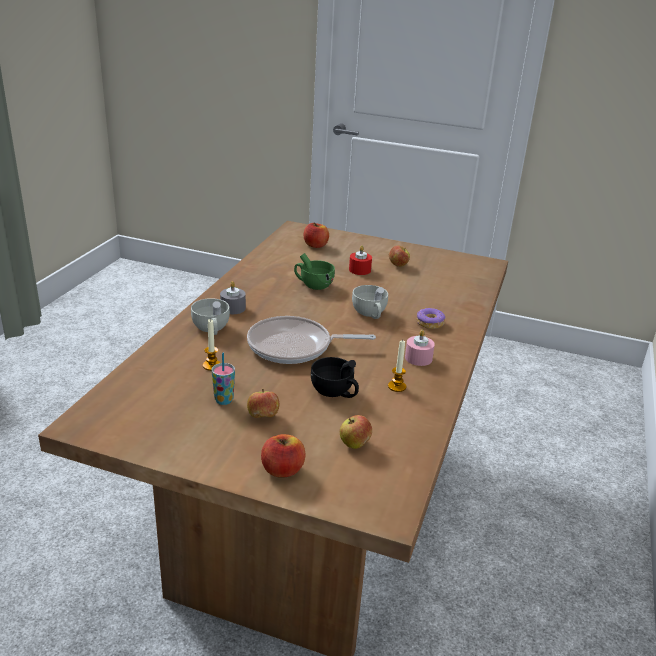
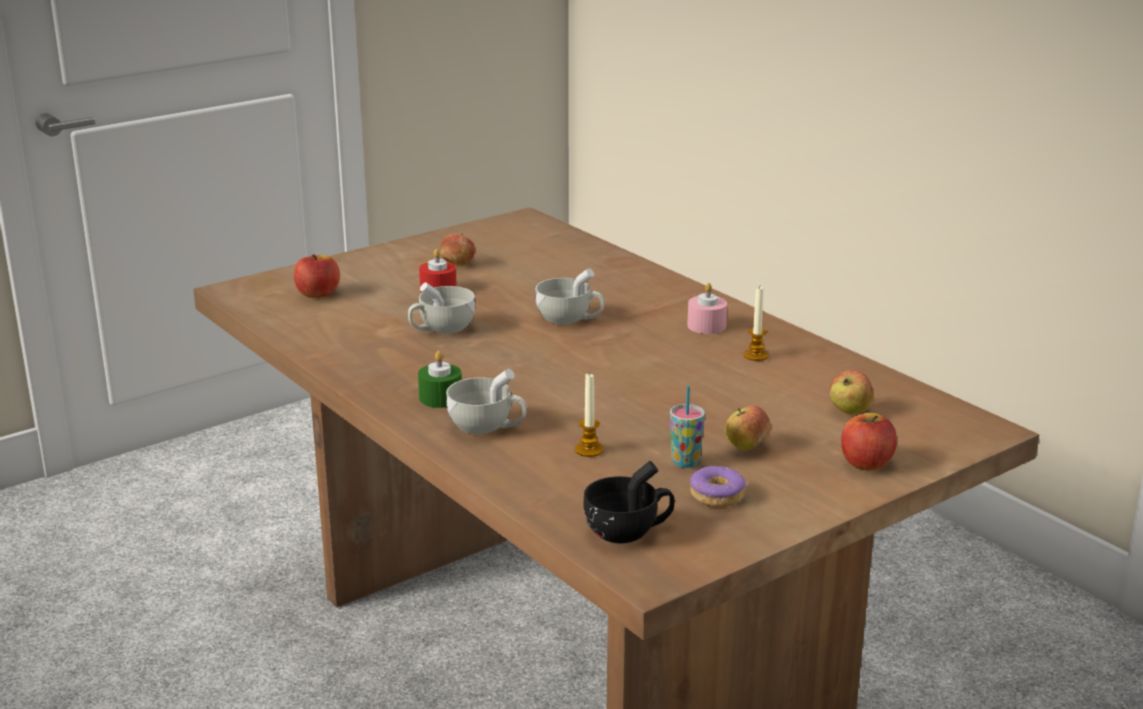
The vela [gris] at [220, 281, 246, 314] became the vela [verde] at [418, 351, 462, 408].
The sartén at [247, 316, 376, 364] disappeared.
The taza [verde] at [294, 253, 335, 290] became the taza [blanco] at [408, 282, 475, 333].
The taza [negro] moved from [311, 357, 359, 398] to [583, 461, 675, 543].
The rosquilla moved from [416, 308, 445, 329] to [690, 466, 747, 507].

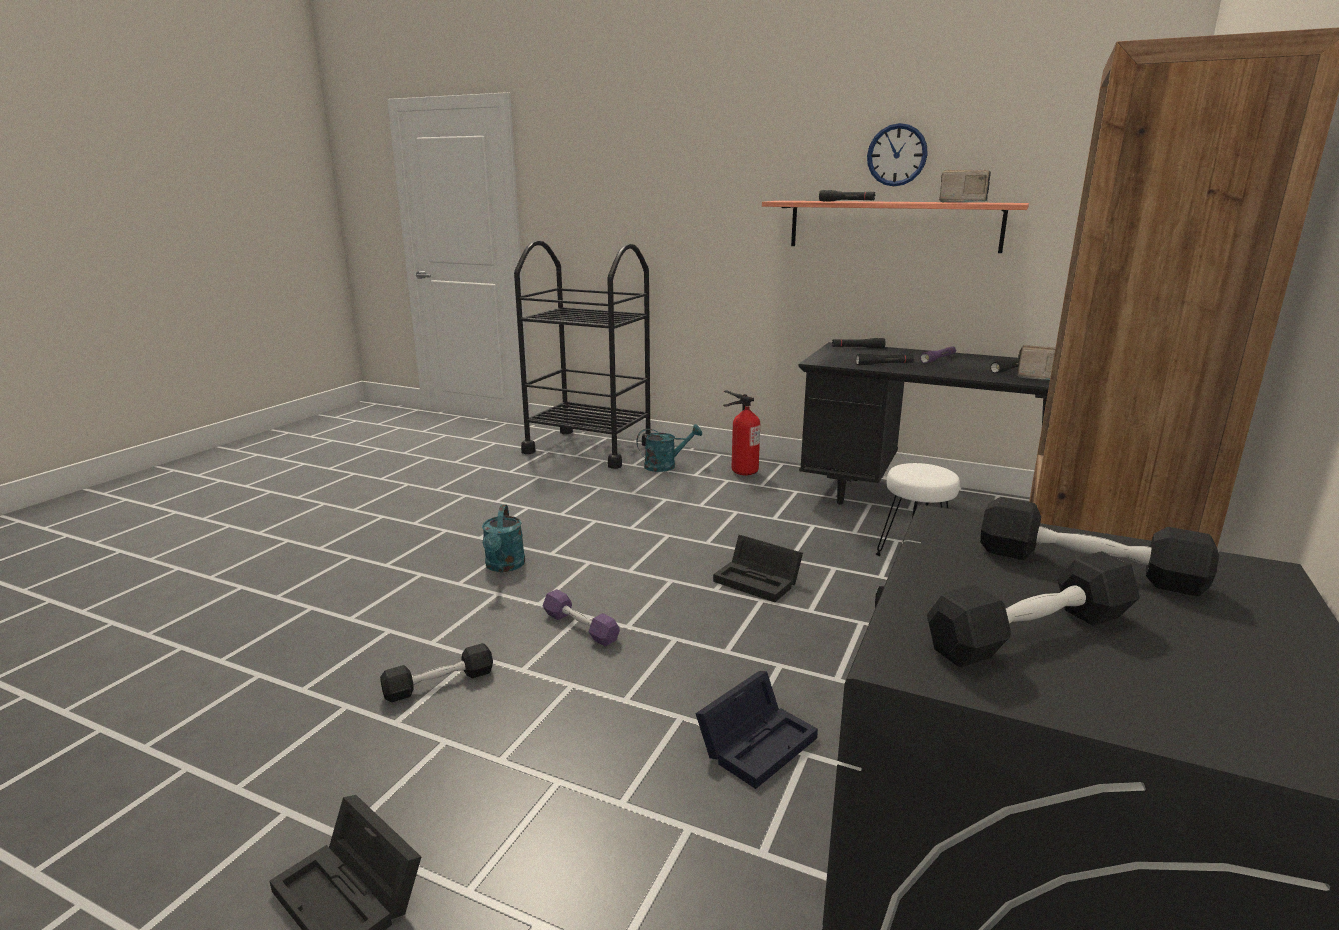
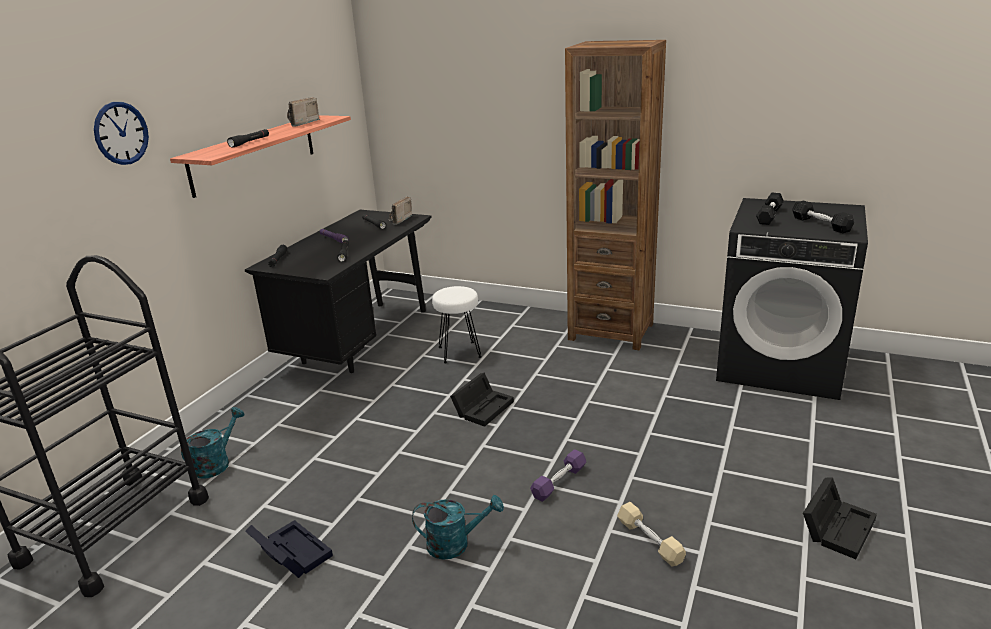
The mancuerna [negro] at [380, 643, 493, 702] became the mancuerna [beis] at [617, 502, 686, 566].
The regadera [turquesa] at [636, 424, 702, 472] turned 45 degrees clockwise.
The caja de almacenaje [negro] moved from [695, 671, 818, 789] to [245, 520, 333, 578].
The extintor at [723, 390, 760, 475] disappeared.
The reloj de pared moved from [867, 123, 928, 186] to [94, 102, 149, 165].

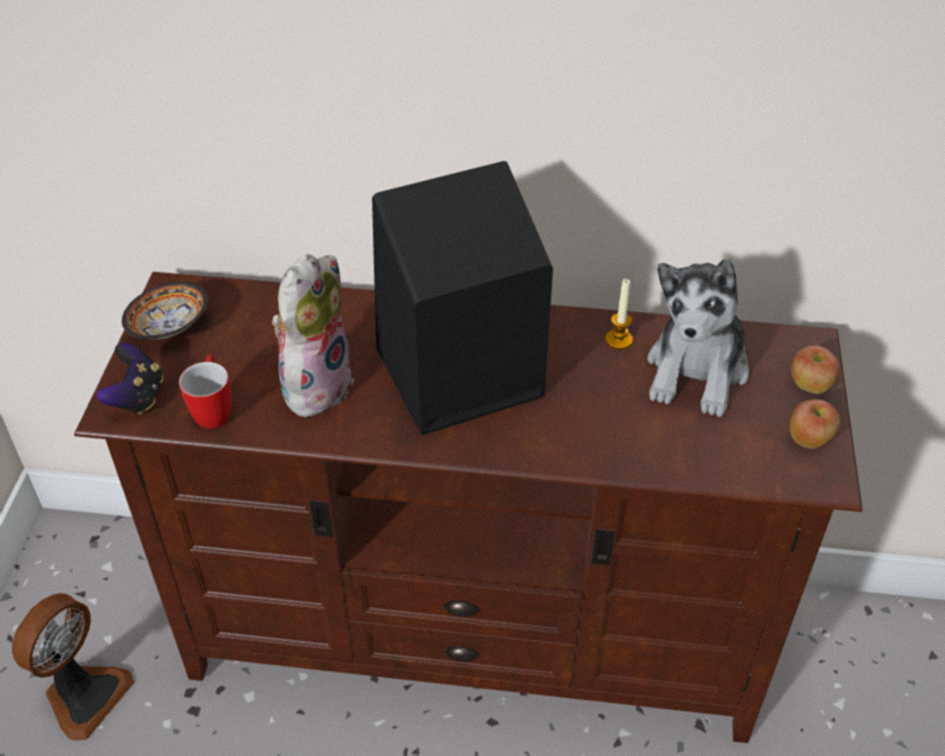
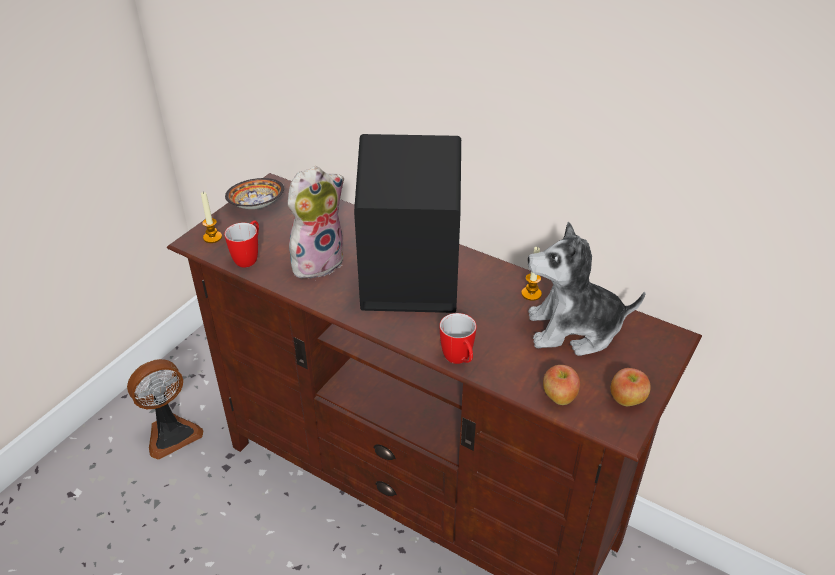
The mando de consola at [97, 343, 163, 415] was replaced by the vela at [201, 192, 222, 243].
The peluche at [647, 259, 749, 417] turned 45 degrees clockwise.
The manzana moved from [791, 346, 839, 394] to [543, 365, 580, 405].
The taza grande at [440, 313, 476, 364] appeared.

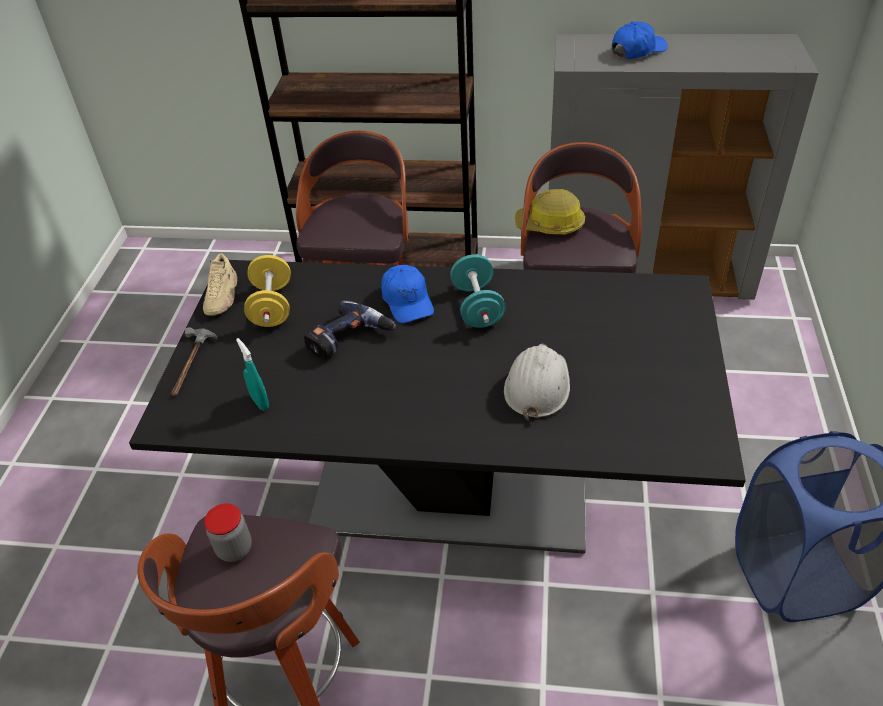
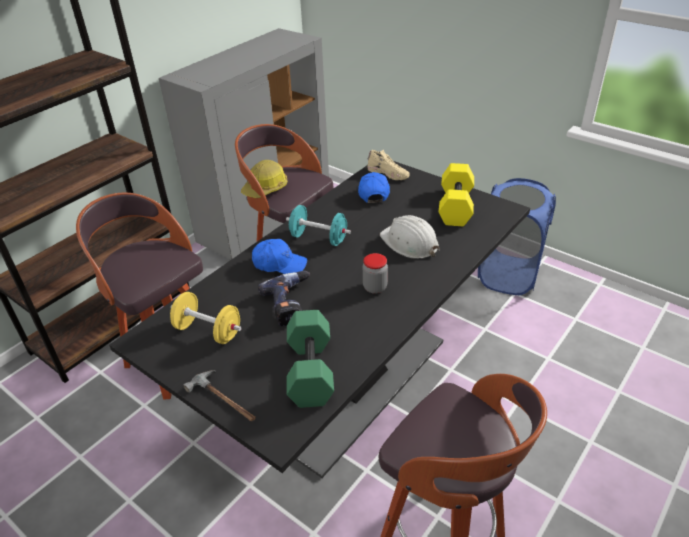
The zapato [beis] moved from [203, 253, 237, 316] to [367, 150, 410, 180].
The tarro moved from [204, 503, 252, 562] to [363, 253, 388, 294].
The pulverizador [turquesa] at [236, 338, 269, 410] was replaced by the mancuerna [verde] at [287, 310, 334, 408].
The gorra [azul] moved from [612, 21, 668, 59] to [358, 172, 390, 203].
The mancuerna [amarillo] at [438, 163, 474, 226] appeared.

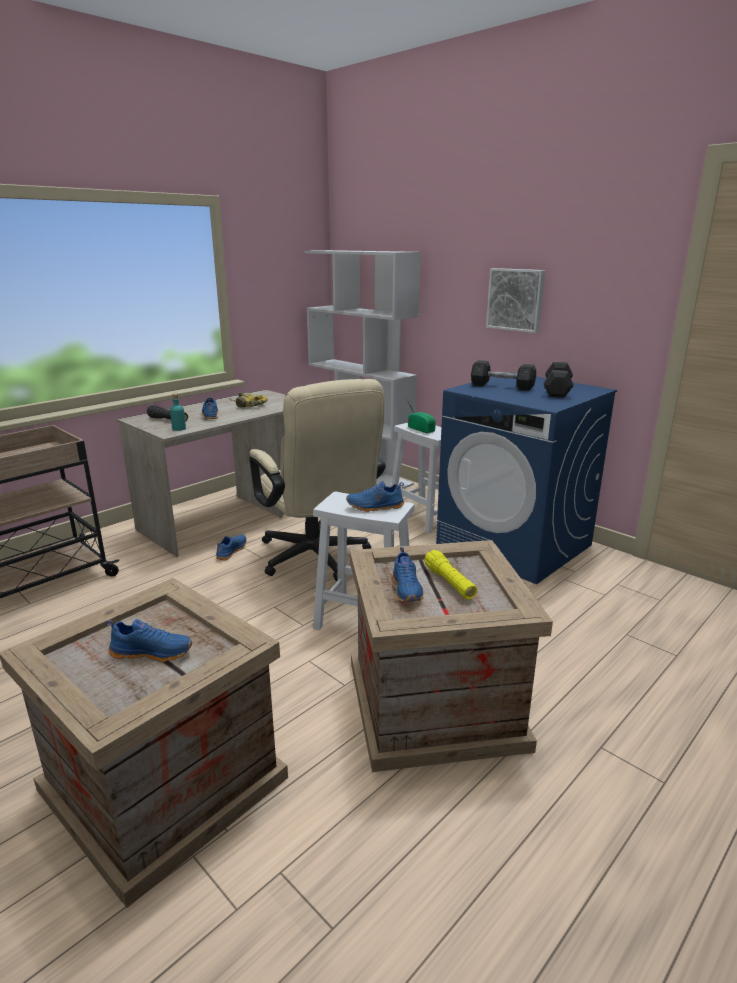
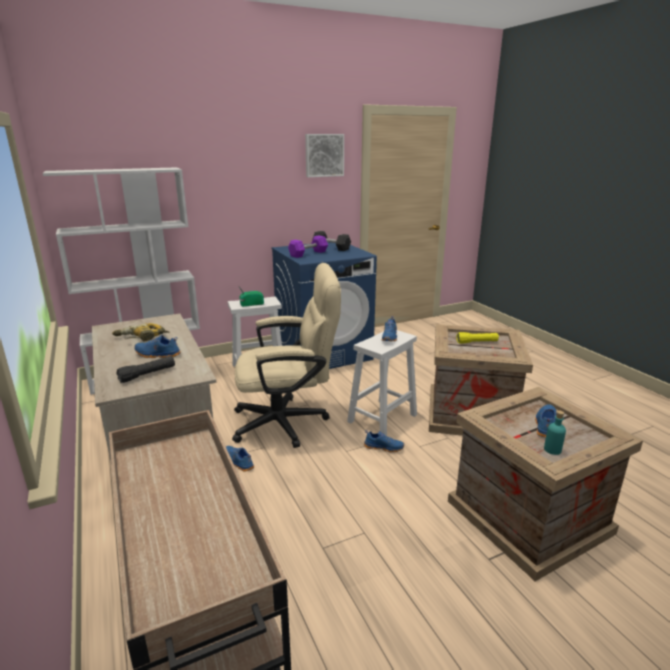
The botella [turquesa] moved from [170, 393, 186, 431] to [544, 410, 566, 455].
The zapato [azul] moved from [392, 547, 424, 602] to [364, 430, 404, 453].
The mancuerna [gris] at [471, 360, 536, 391] became the mancuerna [morado] at [288, 235, 328, 258].
The cuadro moved from [486, 268, 545, 333] to [305, 134, 344, 177].

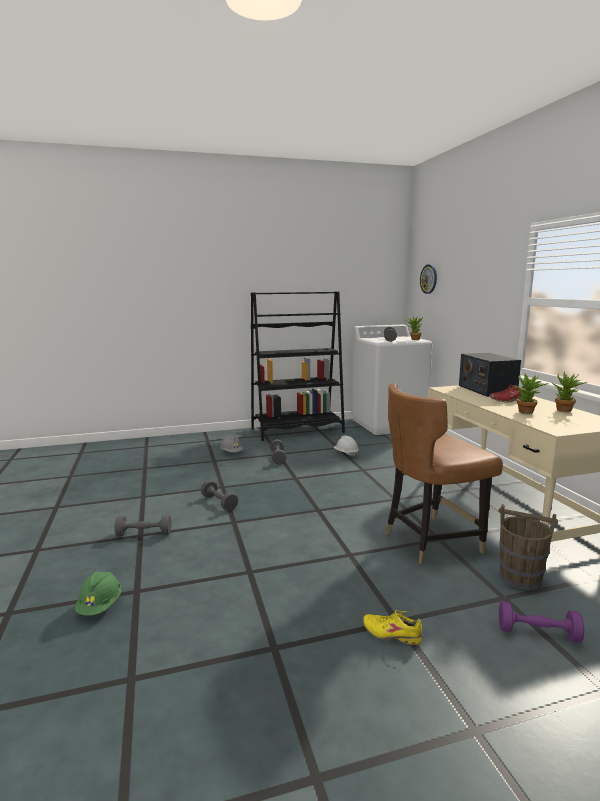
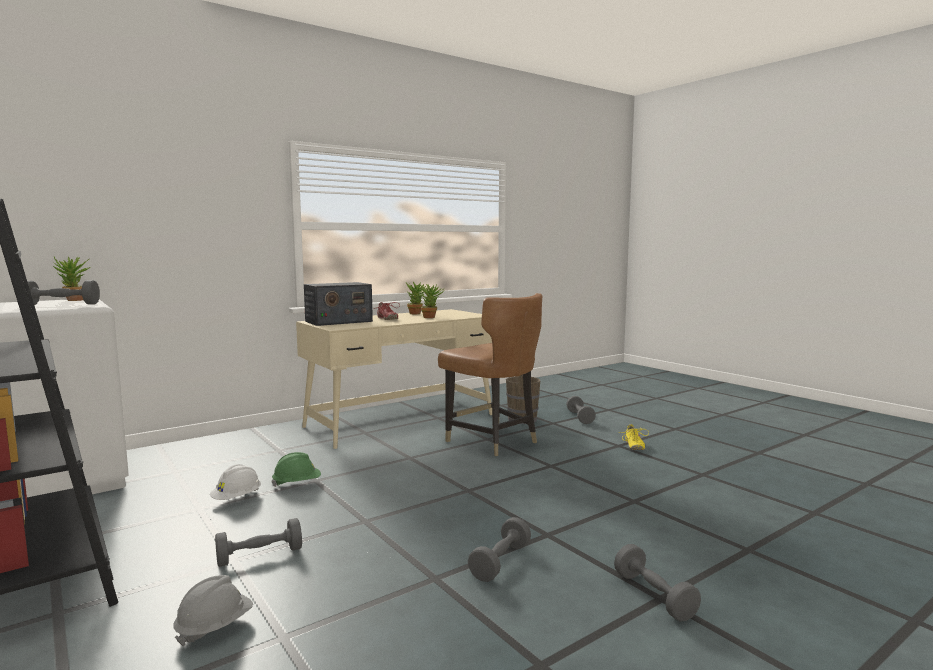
The casco [verde] moved from [75, 572, 122, 616] to [272, 452, 321, 487].
The reloj de pared at [420, 264, 437, 294] disappeared.
The mancuerna [morado] at [499, 601, 584, 643] became the mancuerna [gris] at [566, 396, 596, 424].

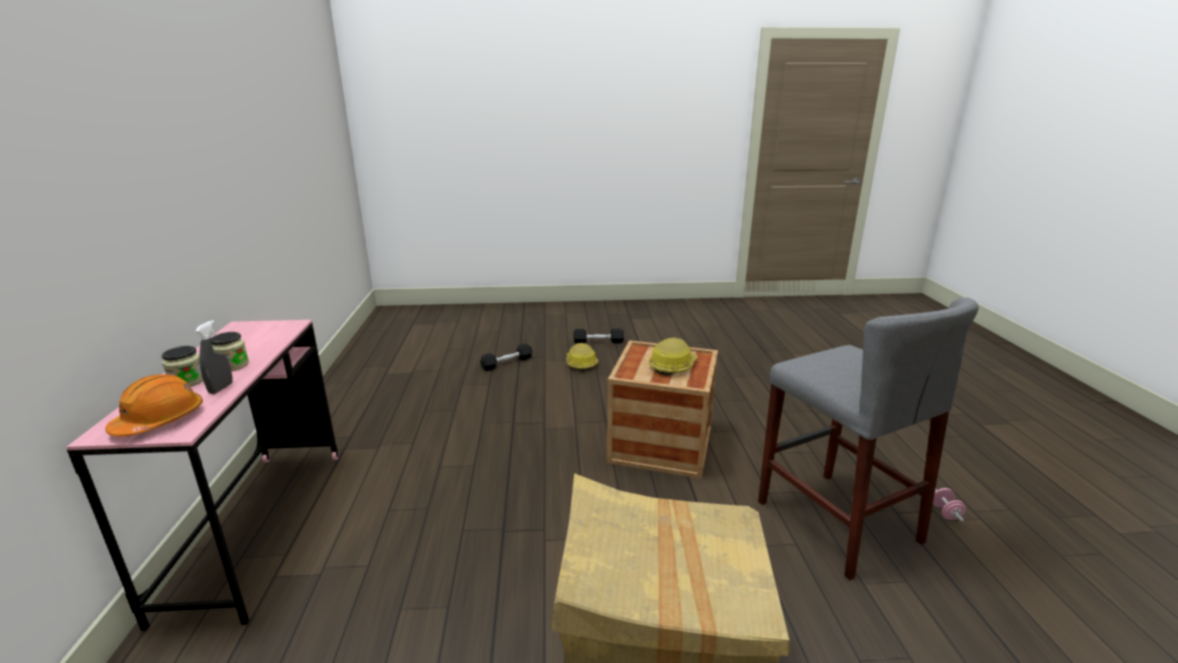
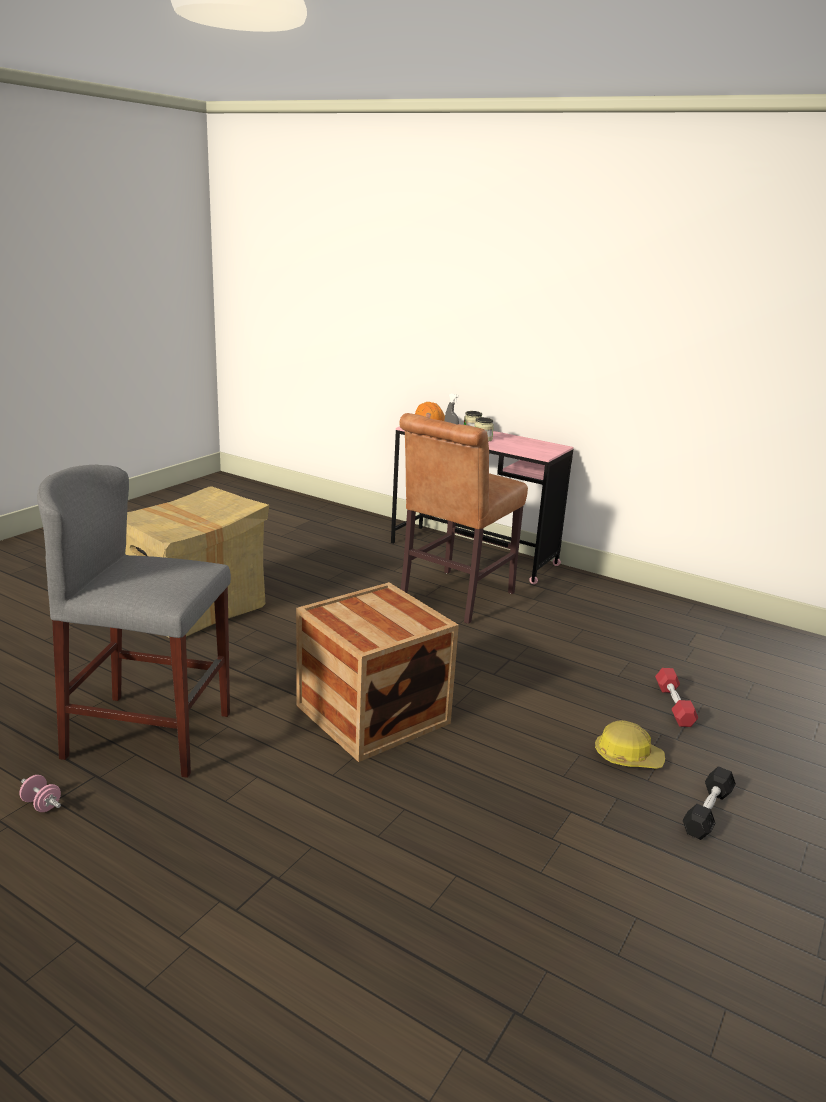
The mancuerna [negro] at [480, 343, 533, 371] became the mancuerna [rojo] at [655, 668, 698, 727].
The casco at [649, 337, 698, 376] disappeared.
The silla [marrón] at [399, 413, 528, 624] appeared.

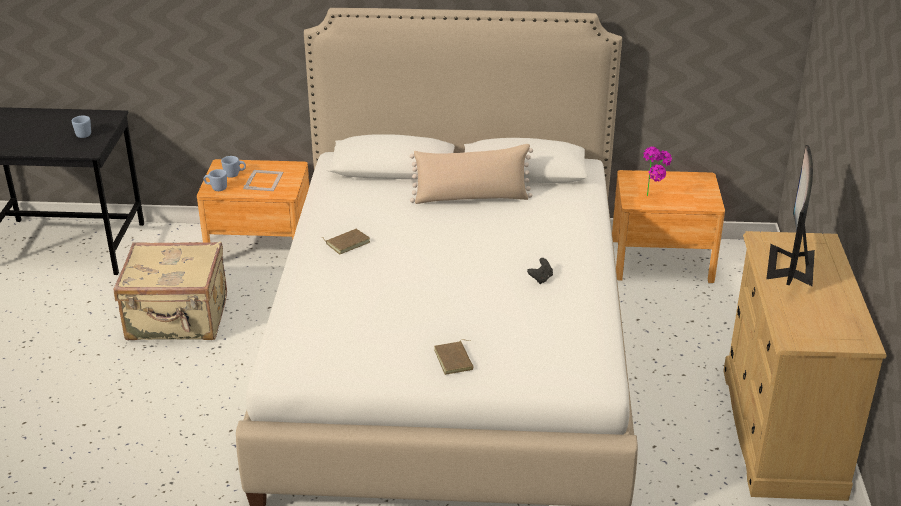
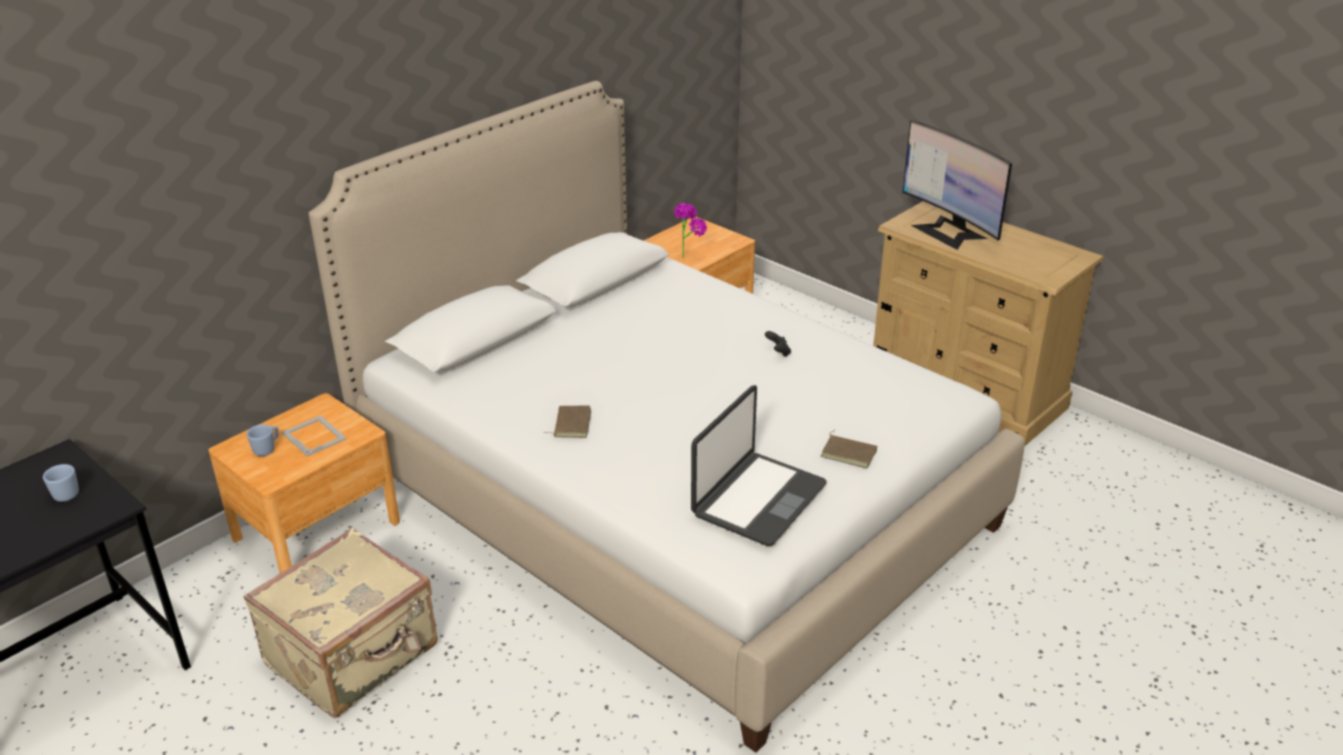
The taza grande [azul] at [204, 169, 227, 191] disappeared.
The cojín [beis] at [410, 144, 533, 204] disappeared.
The portátil at [691, 385, 827, 546] appeared.

